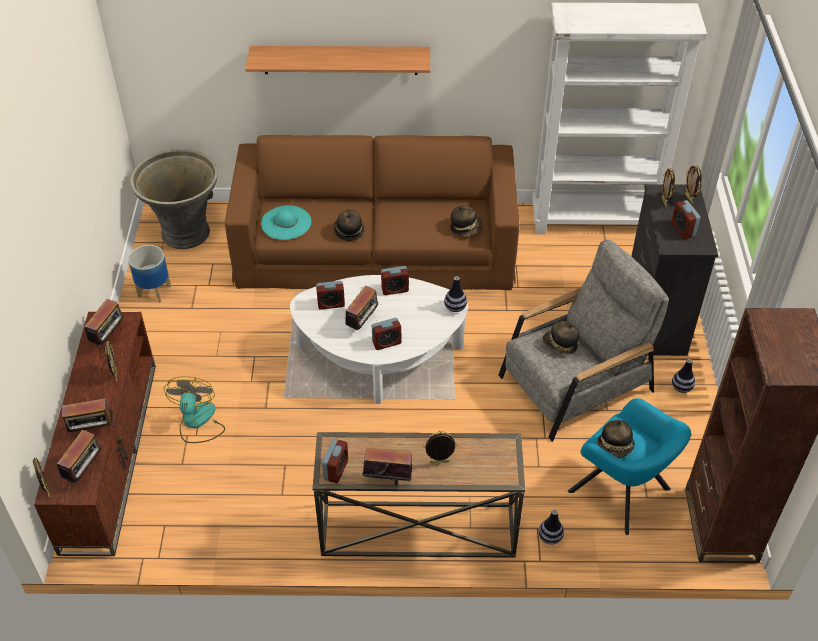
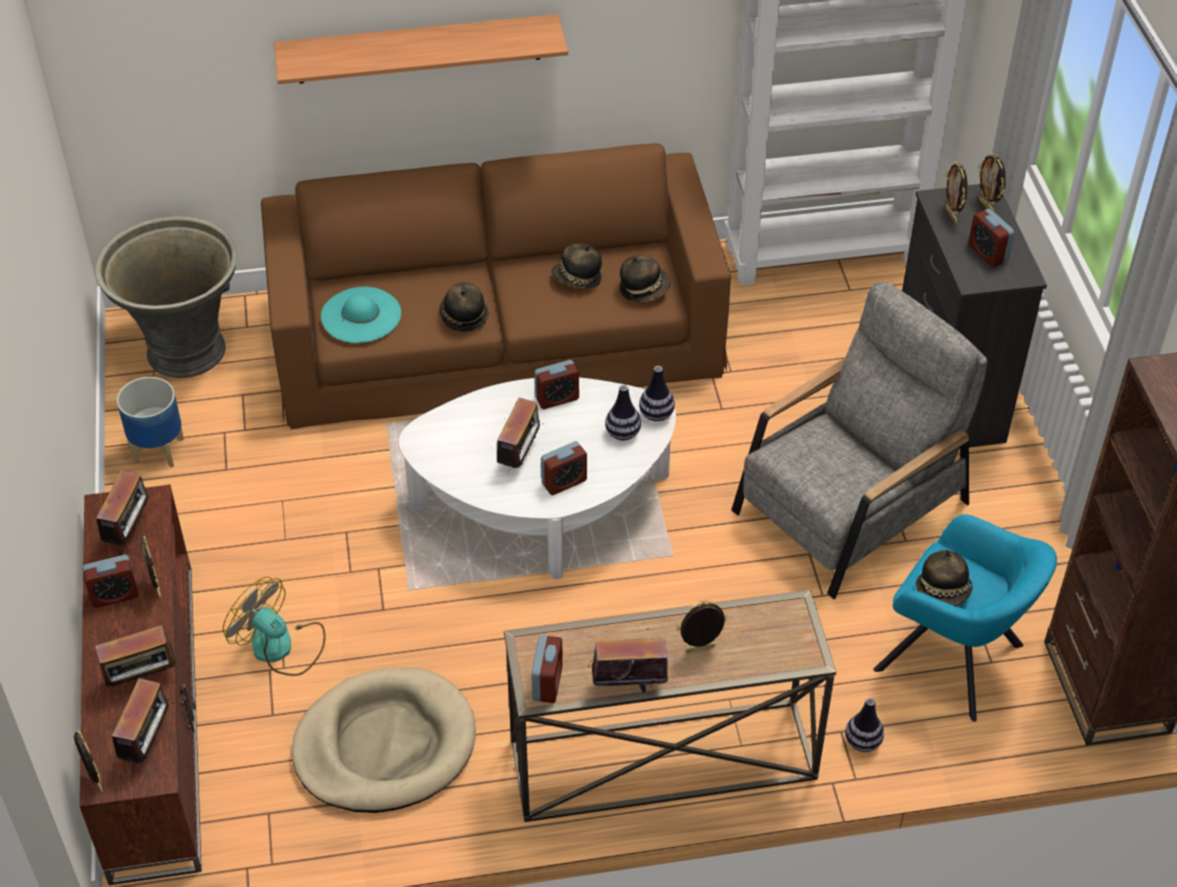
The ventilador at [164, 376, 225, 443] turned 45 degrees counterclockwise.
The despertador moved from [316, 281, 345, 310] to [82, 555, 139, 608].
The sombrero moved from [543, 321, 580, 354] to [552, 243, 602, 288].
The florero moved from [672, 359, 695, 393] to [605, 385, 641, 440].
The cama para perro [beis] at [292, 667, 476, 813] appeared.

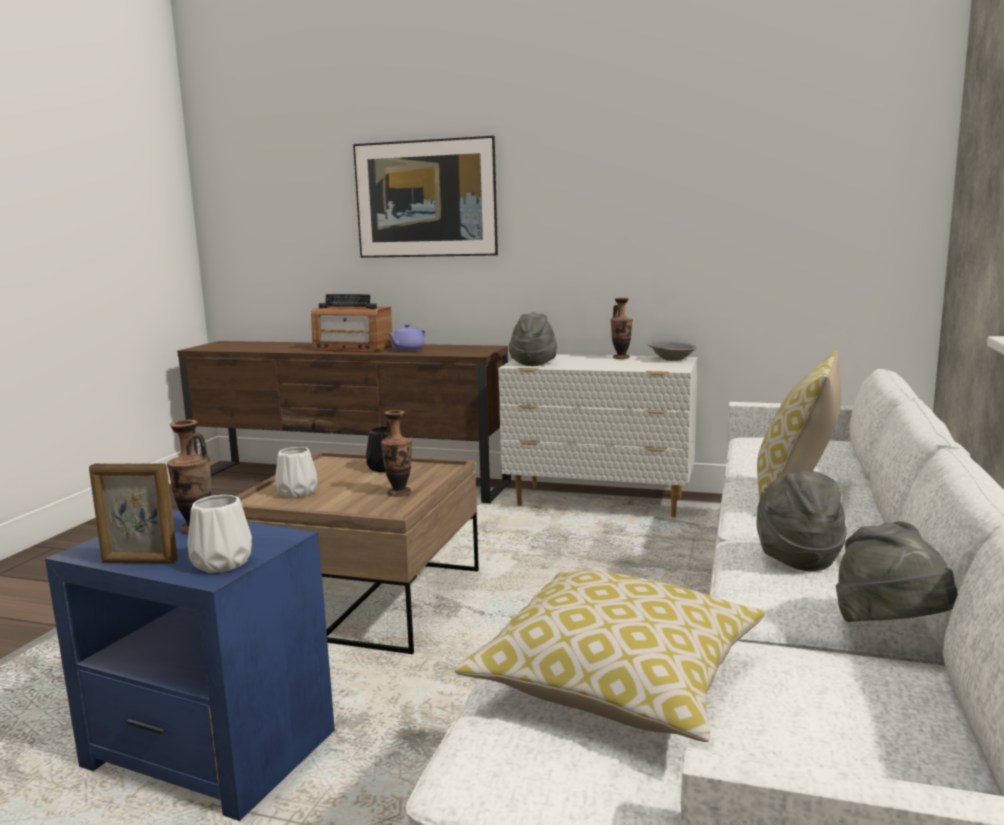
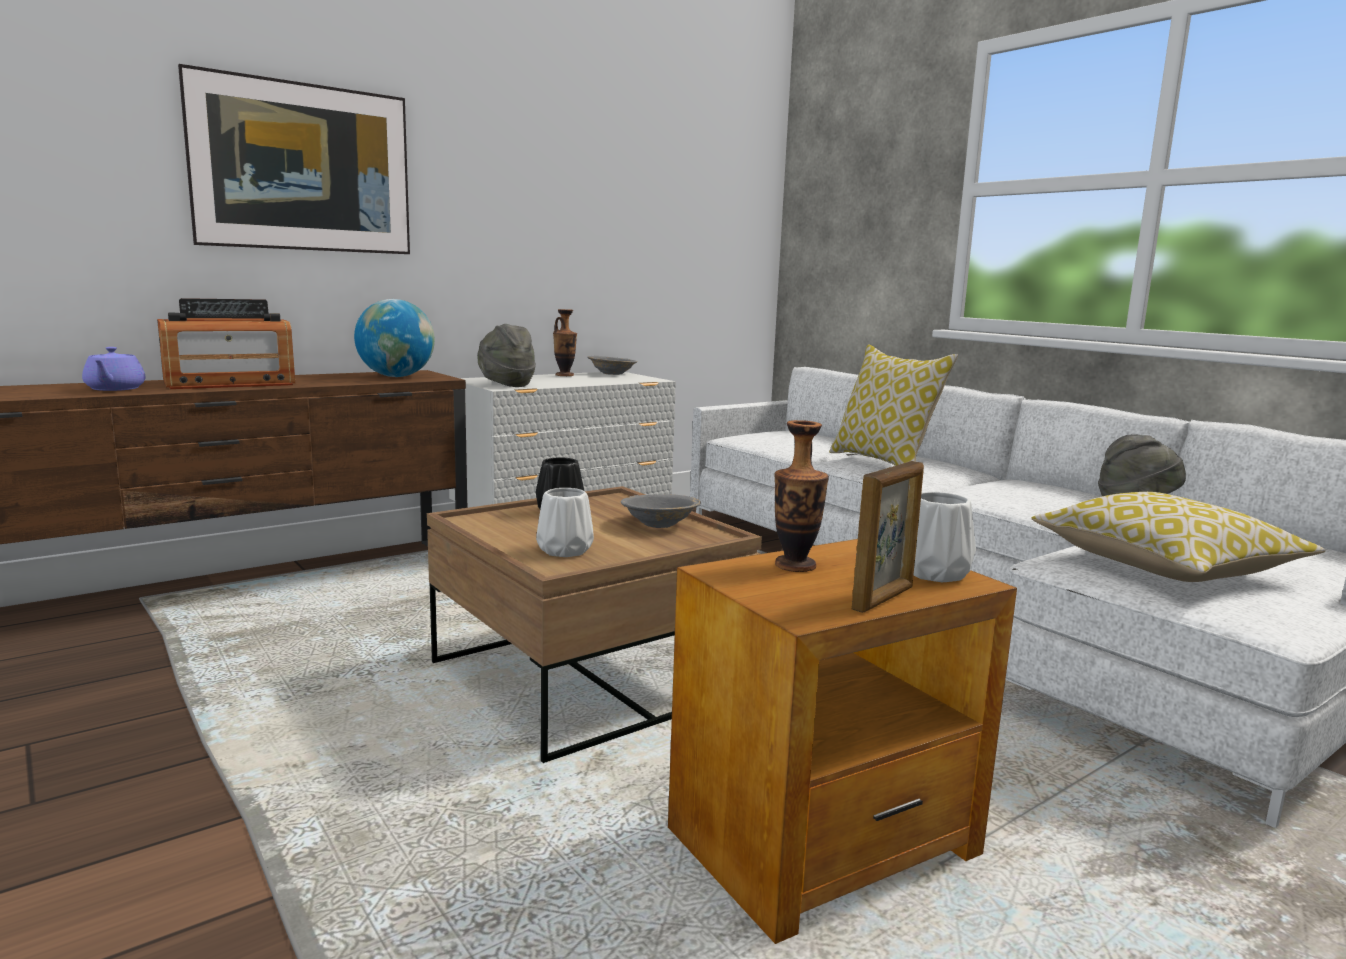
The mesa auxiliar [azul] at [45, 510, 335, 821] became the mesa auxiliar [marrón] at [668, 539, 1017, 944].
The florero at [381, 410, 412, 497] was replaced by the cuenco [gris] at [620, 494, 701, 528].
The tetera [morado] moved from [387, 324, 426, 351] to [82, 347, 145, 391].
The sombrero [gris] at [757, 470, 847, 571] disappeared.
The globo terráqueo at [354, 299, 435, 377] appeared.

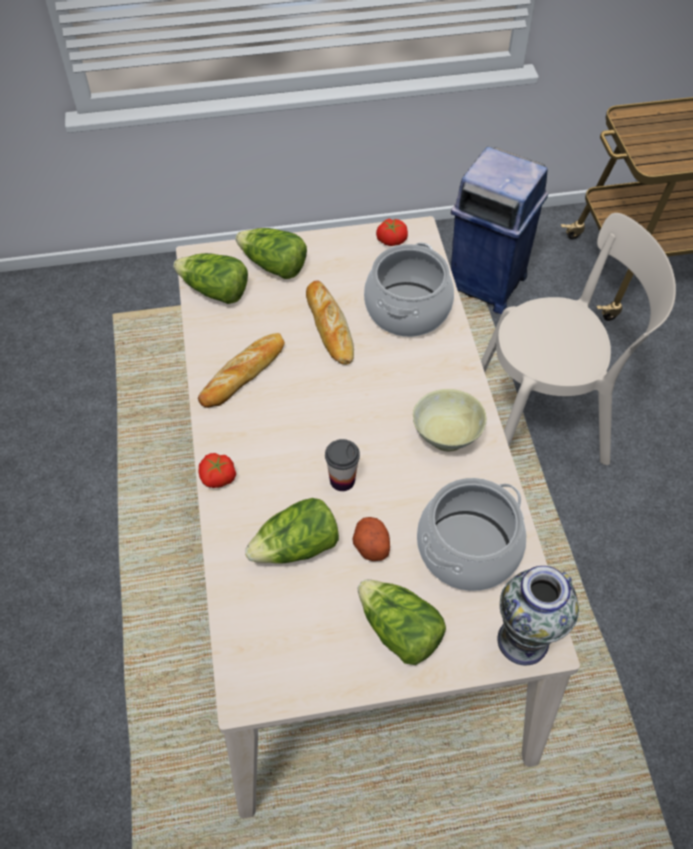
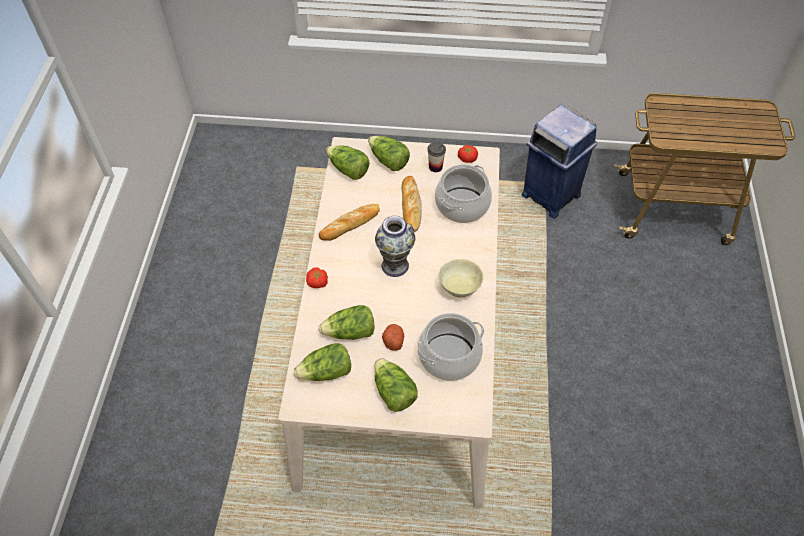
The taza moved from [325, 439, 360, 491] to [427, 142, 446, 172].
The silla [beis] at [481, 213, 676, 465] disappeared.
The florero moved from [497, 566, 579, 665] to [375, 216, 415, 277].
The lechuga at [293, 343, 351, 381] appeared.

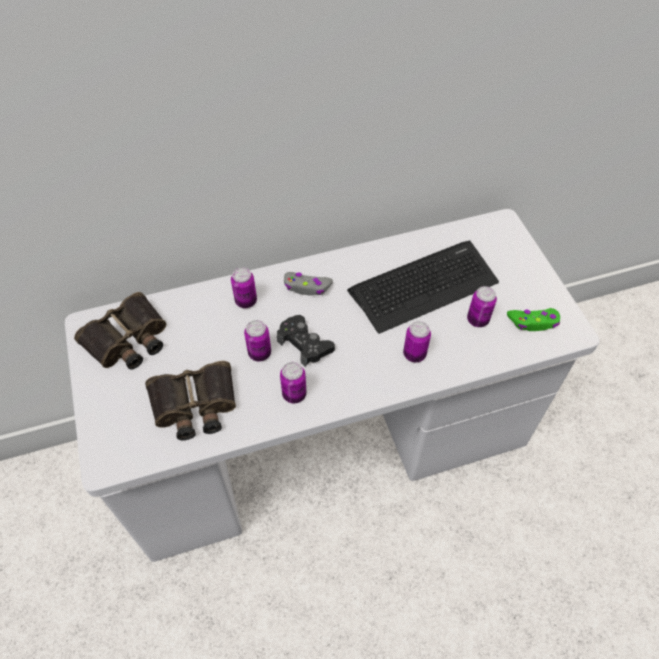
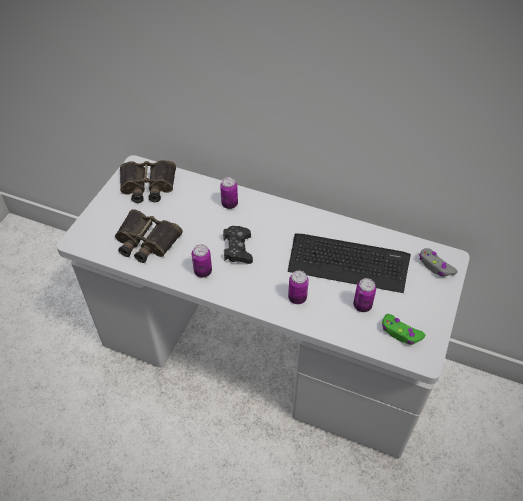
The lata at [244, 320, 271, 361] disappeared.
The mando de consola [gris] moved from [284, 272, 333, 296] to [419, 248, 458, 277].

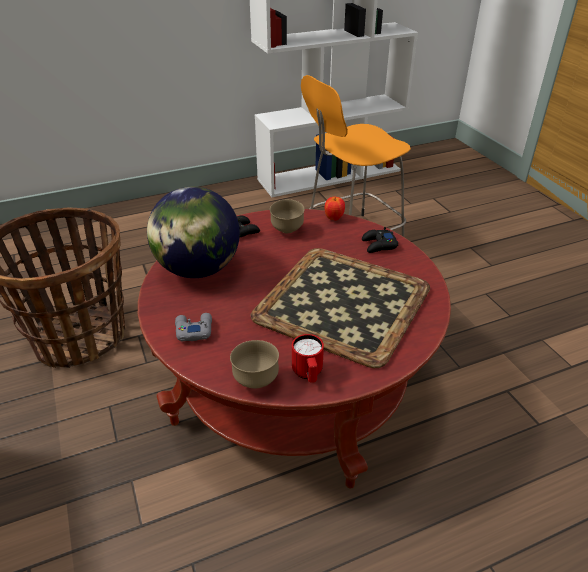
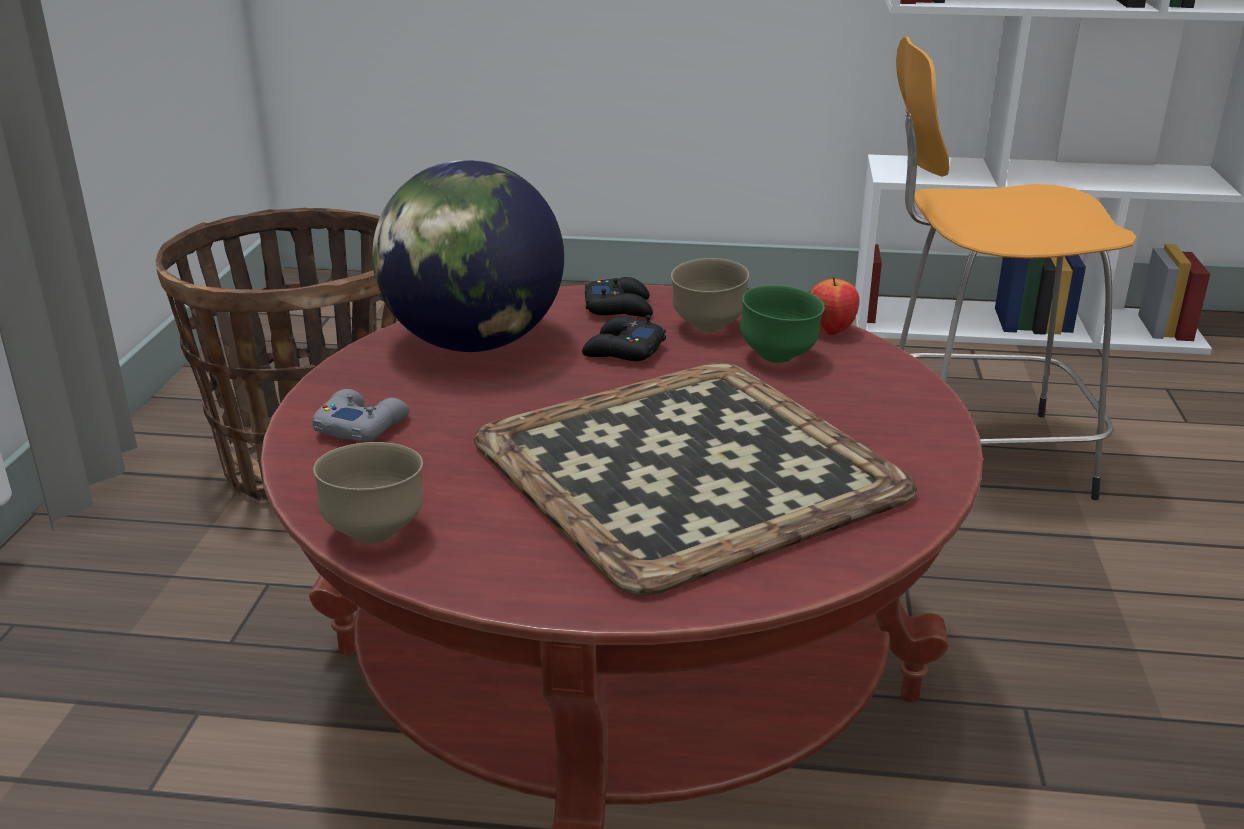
The taza grande [rojo] at [292, 334, 324, 383] disappeared.
The mando de consola [negro] moved from [362, 227, 398, 253] to [582, 315, 666, 361].
The cuenco [verde] at [740, 285, 825, 363] appeared.

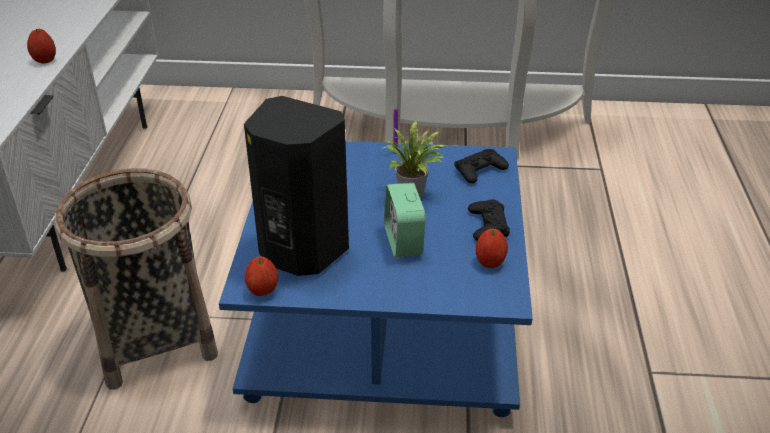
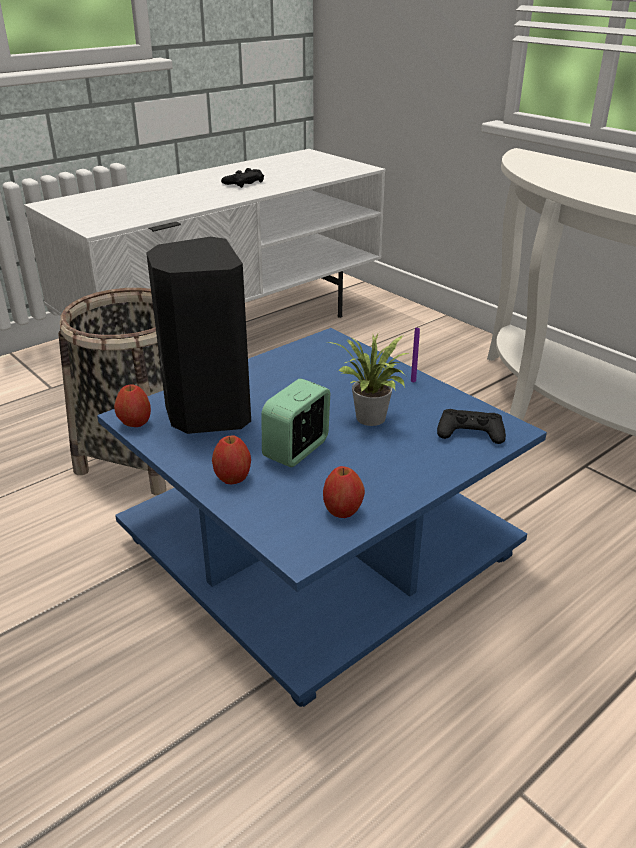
The manzana moved from [27, 29, 56, 64] to [212, 436, 251, 484].
The mando de consola [negro] moved from [468, 199, 510, 241] to [221, 168, 264, 188].

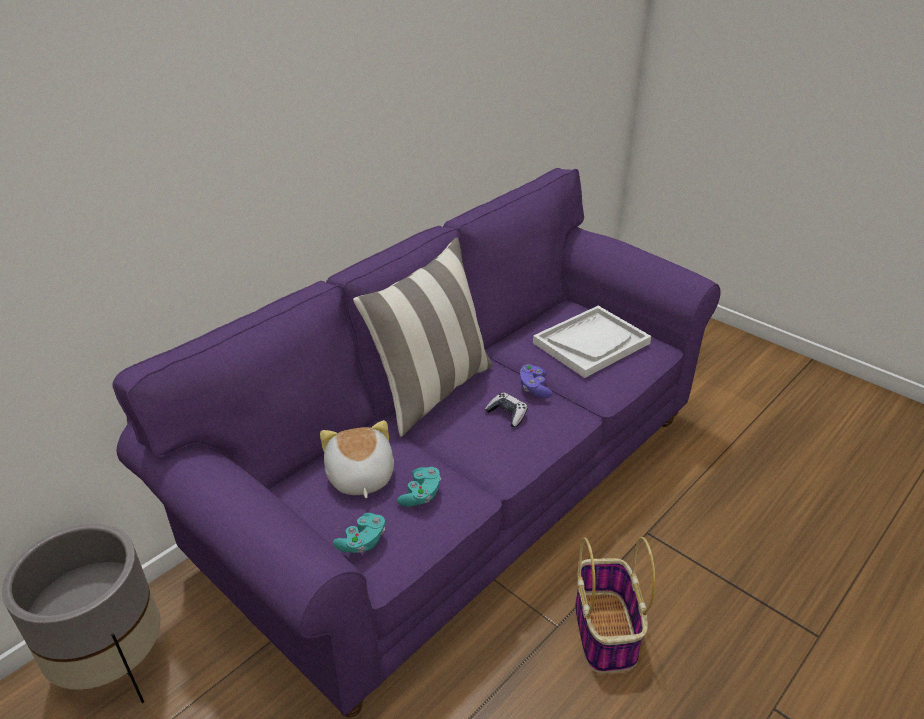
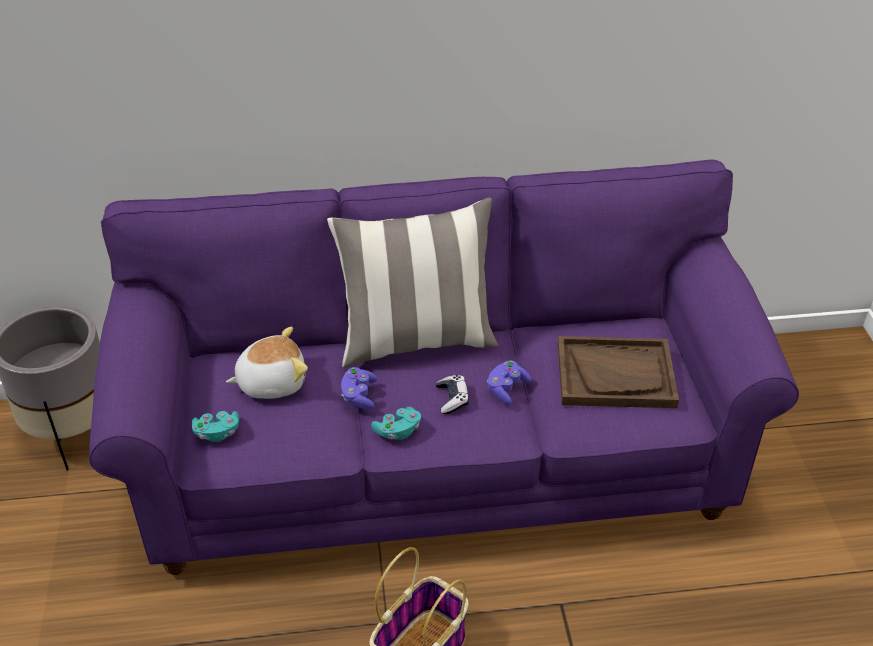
The peluche at [320, 420, 394, 498] turned 45 degrees clockwise.
The mando de consola [turquesa] moved from [397, 467, 441, 507] to [371, 407, 421, 440].
The bandeja [blanco] at [533, 306, 651, 378] became the bandeja [marrón] at [558, 336, 679, 408].
The mando de consola [morado] at [341, 367, 377, 410] appeared.

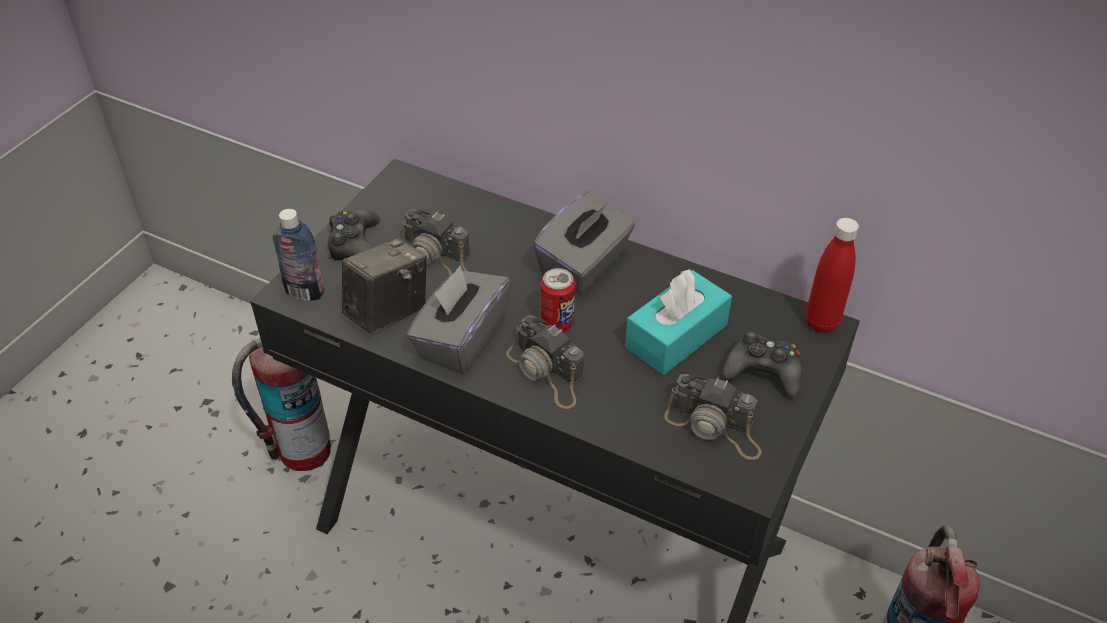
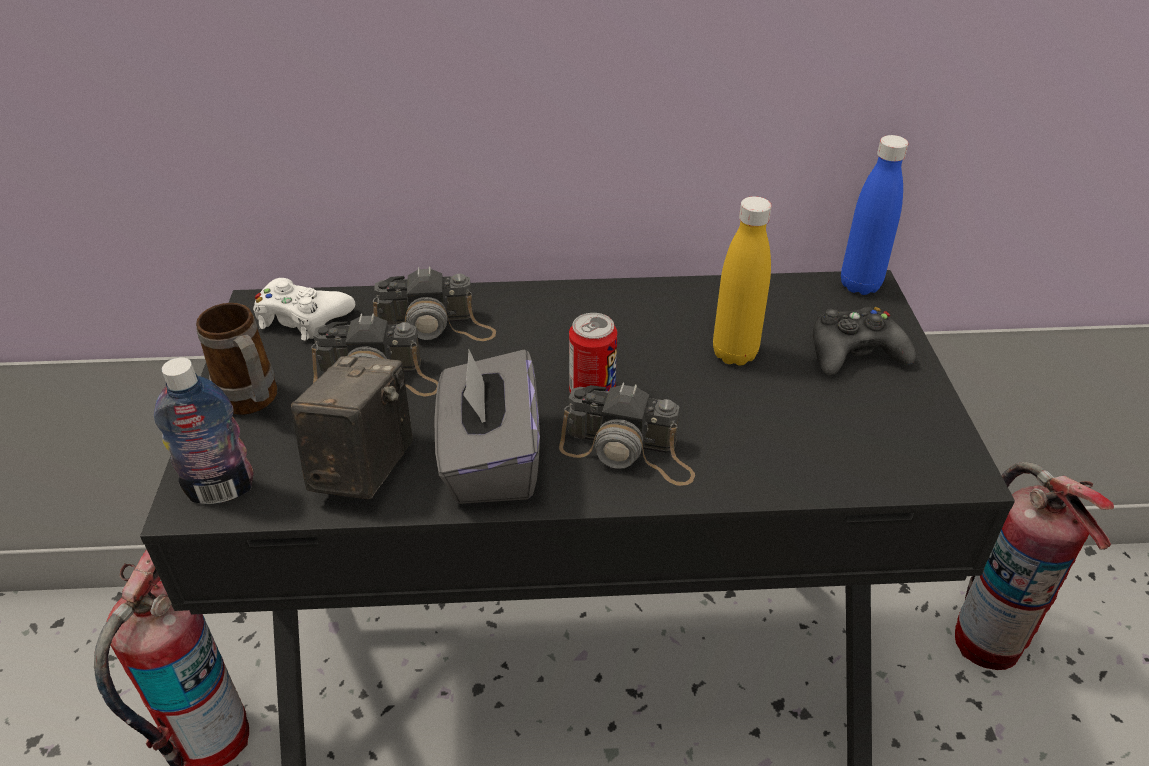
The mando de consola [negro] at [328, 210, 380, 261] was replaced by the taza grande at [196, 303, 277, 415].
The caja de pañuelos [gris] at [533, 191, 635, 293] disappeared.
The caja de pañuelos [turquesa] at [625, 270, 732, 375] was replaced by the botella [amarillo] at [713, 196, 772, 366].
The cámara moved from [665, 374, 762, 460] to [373, 267, 496, 341].
The botella [rojo] at [806, 218, 859, 333] became the botella [azul] at [841, 135, 909, 295].
The mando de consola [blanco] at [253, 278, 355, 341] appeared.

